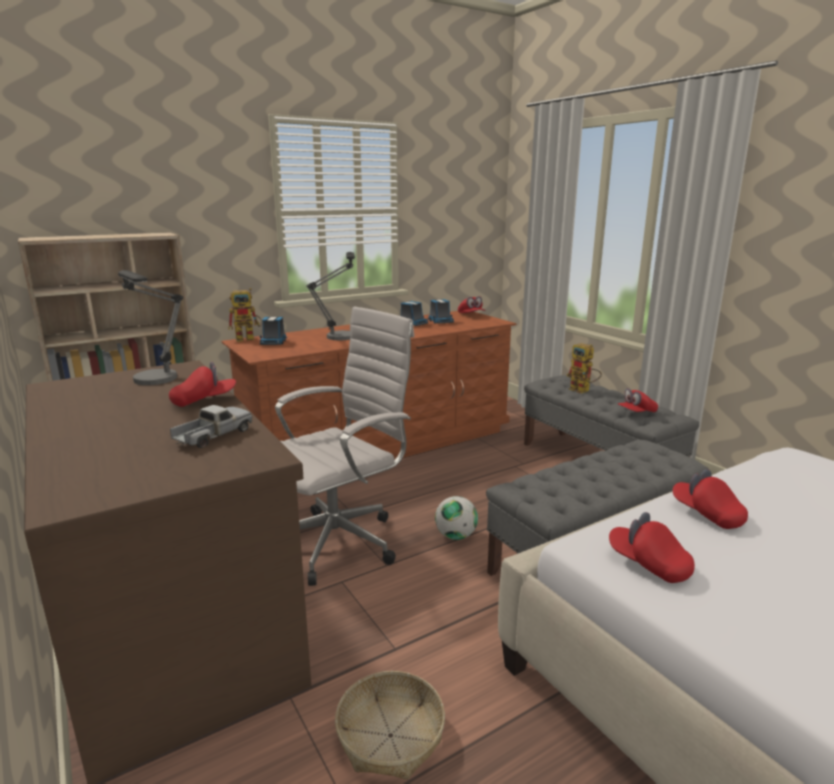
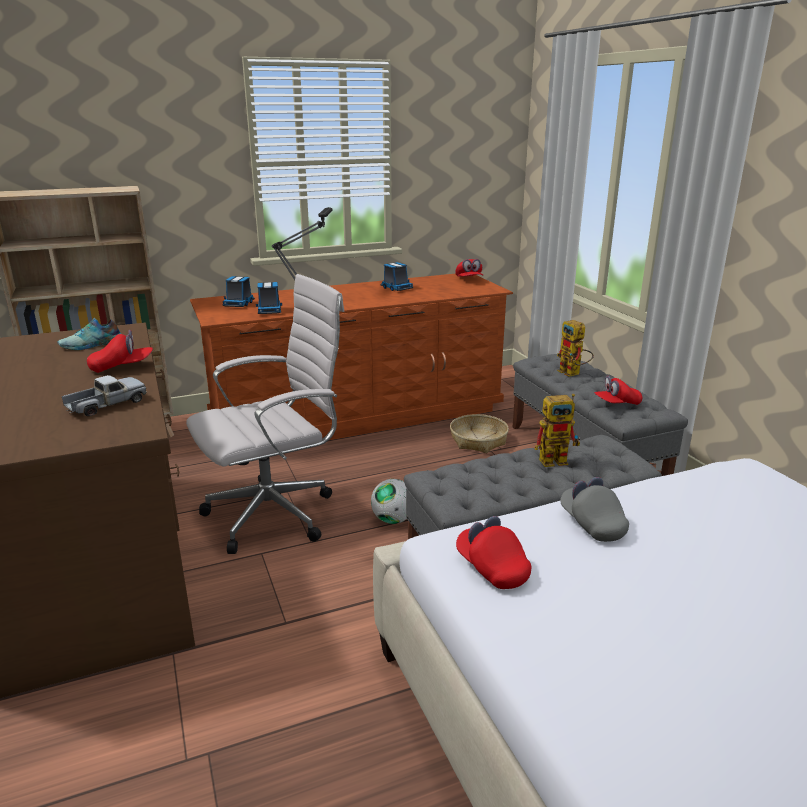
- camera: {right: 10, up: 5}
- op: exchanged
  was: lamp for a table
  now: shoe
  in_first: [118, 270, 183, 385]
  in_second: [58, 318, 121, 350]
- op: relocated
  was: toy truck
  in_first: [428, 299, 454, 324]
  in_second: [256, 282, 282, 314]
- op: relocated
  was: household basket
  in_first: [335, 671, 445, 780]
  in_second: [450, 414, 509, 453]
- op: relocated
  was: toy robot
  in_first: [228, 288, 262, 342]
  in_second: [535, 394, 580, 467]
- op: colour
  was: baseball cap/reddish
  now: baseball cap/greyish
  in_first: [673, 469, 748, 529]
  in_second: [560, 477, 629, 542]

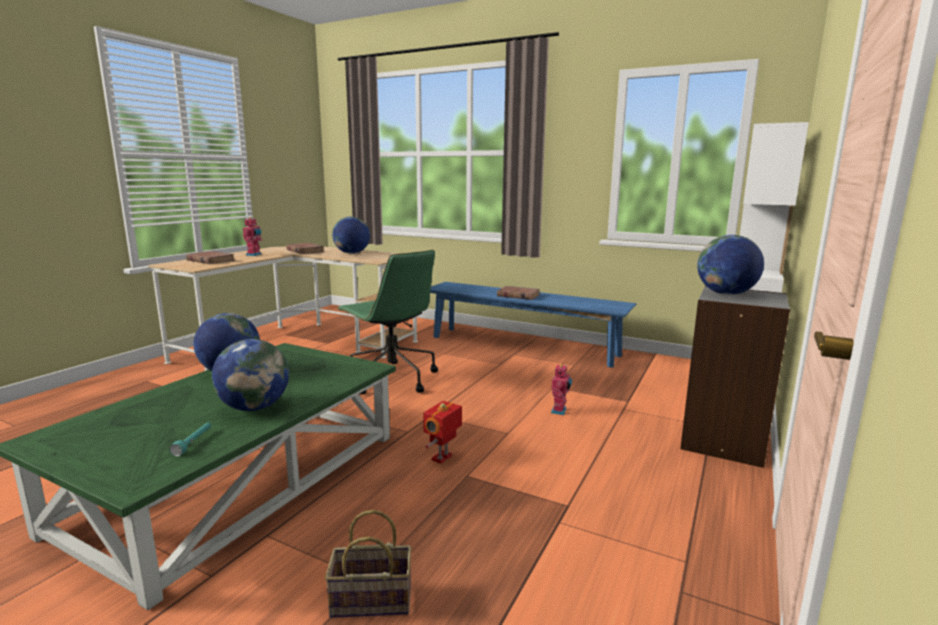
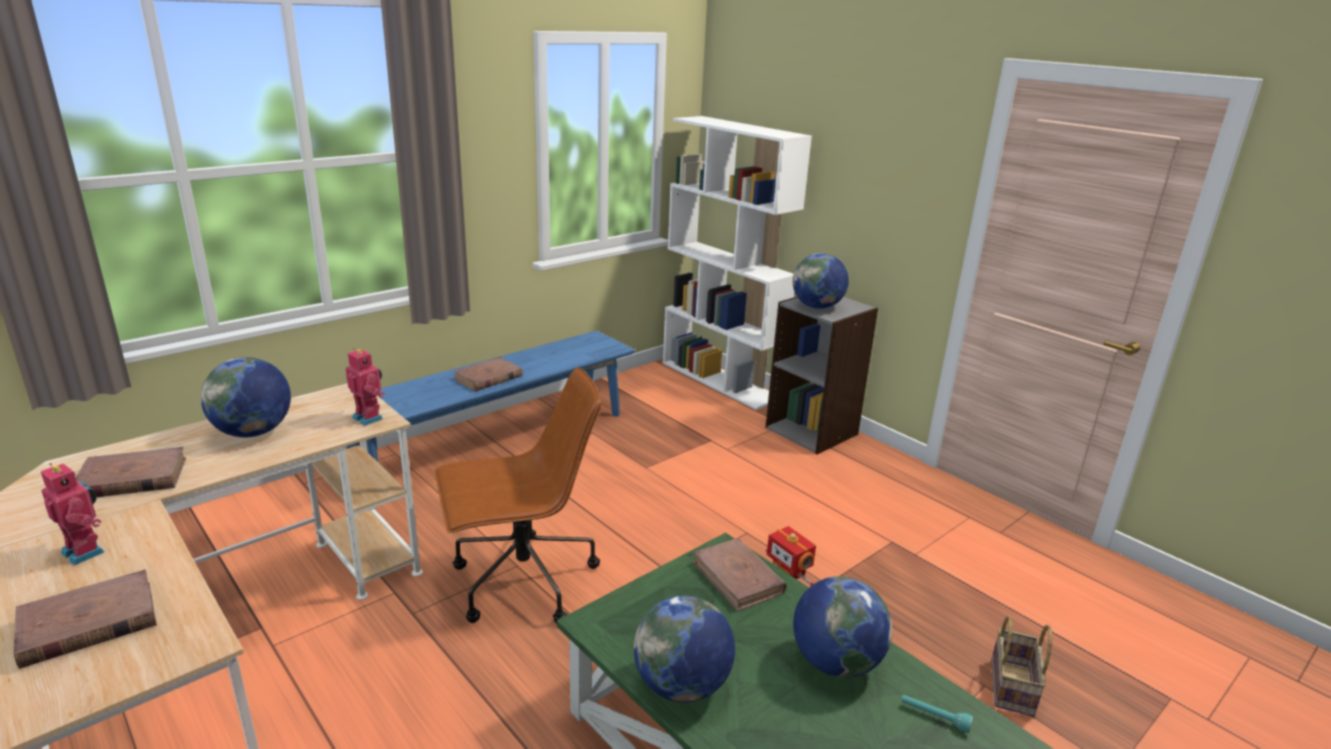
- camera: {right: -70, up: 10}
- op: relocated
  was: toy robot
  in_first: [551, 363, 572, 415]
  in_second: [346, 348, 385, 426]
- op: colour
  was: office chair/green
  now: office chair/brown-coloured
  in_first: [337, 250, 438, 394]
  in_second: [435, 367, 602, 623]
- op: appeared
  now: volume/brown-coloured
  in_second: [693, 538, 787, 611]

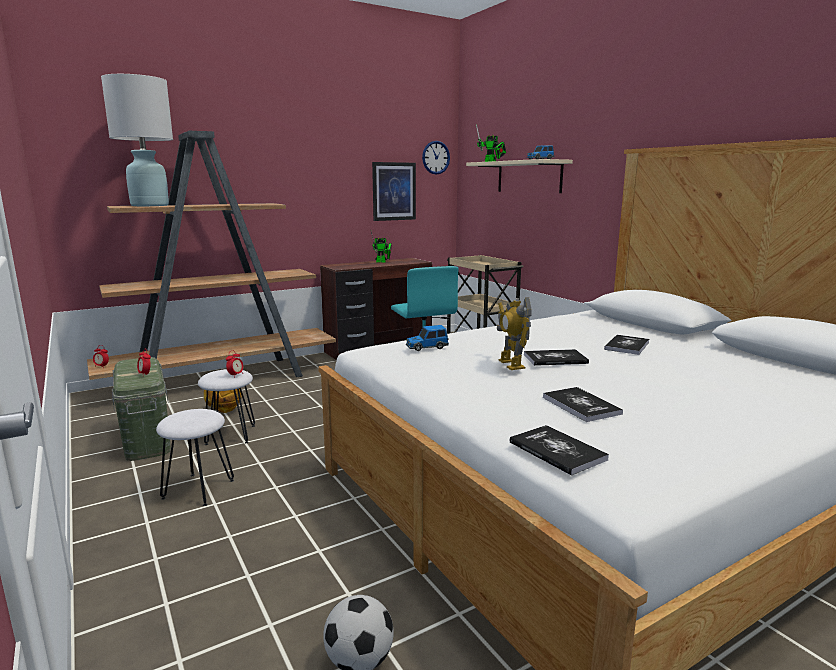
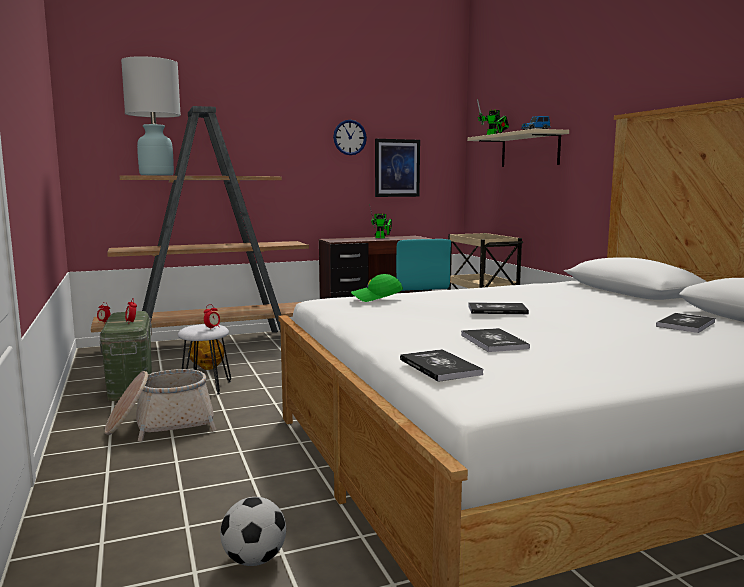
- camera: {right: 10, up: -5}
- op: exchanged
  was: stool/white-coloured
  now: household basket
  in_first: [156, 409, 234, 506]
  in_second: [105, 369, 216, 441]
- op: relocated
  was: wall clock
  in_first: [422, 141, 450, 175]
  in_second: [333, 120, 367, 155]
- op: exchanged
  was: toy car
  now: baseball cap/green
  in_first: [406, 325, 449, 351]
  in_second: [351, 274, 403, 302]
- op: relocated
  was: volume
  in_first: [604, 335, 649, 355]
  in_second: [656, 313, 715, 333]
- op: missing
  was: toy robot
  in_first: [497, 297, 532, 370]

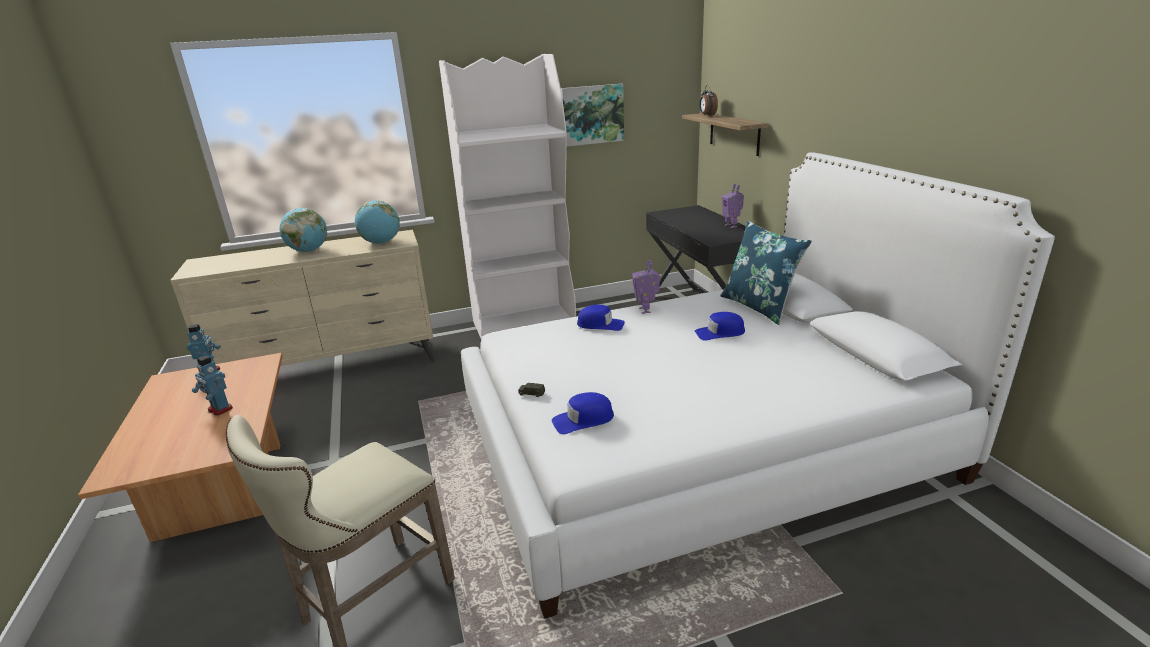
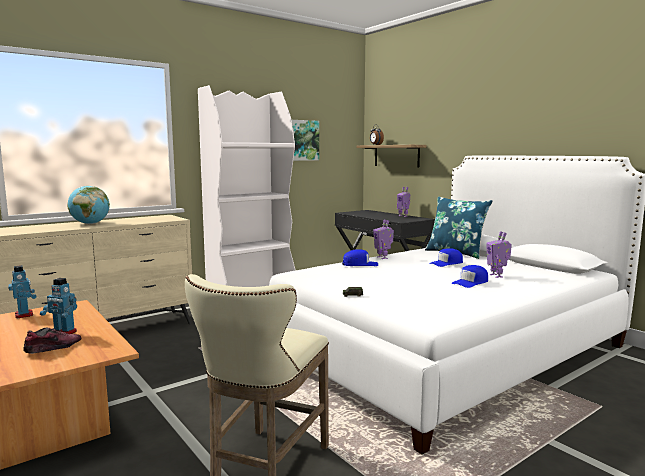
- camera: {right: -20, up: -15}
- op: appeared
  now: shoe
  in_second: [23, 327, 81, 354]
- op: relocated
  was: baseball cap/bluish
  in_first: [552, 392, 614, 434]
  in_second: [451, 265, 488, 288]
- op: appeared
  now: toy robot
  in_second: [486, 231, 512, 278]
- op: missing
  was: desk globe
  in_first: [355, 200, 400, 244]

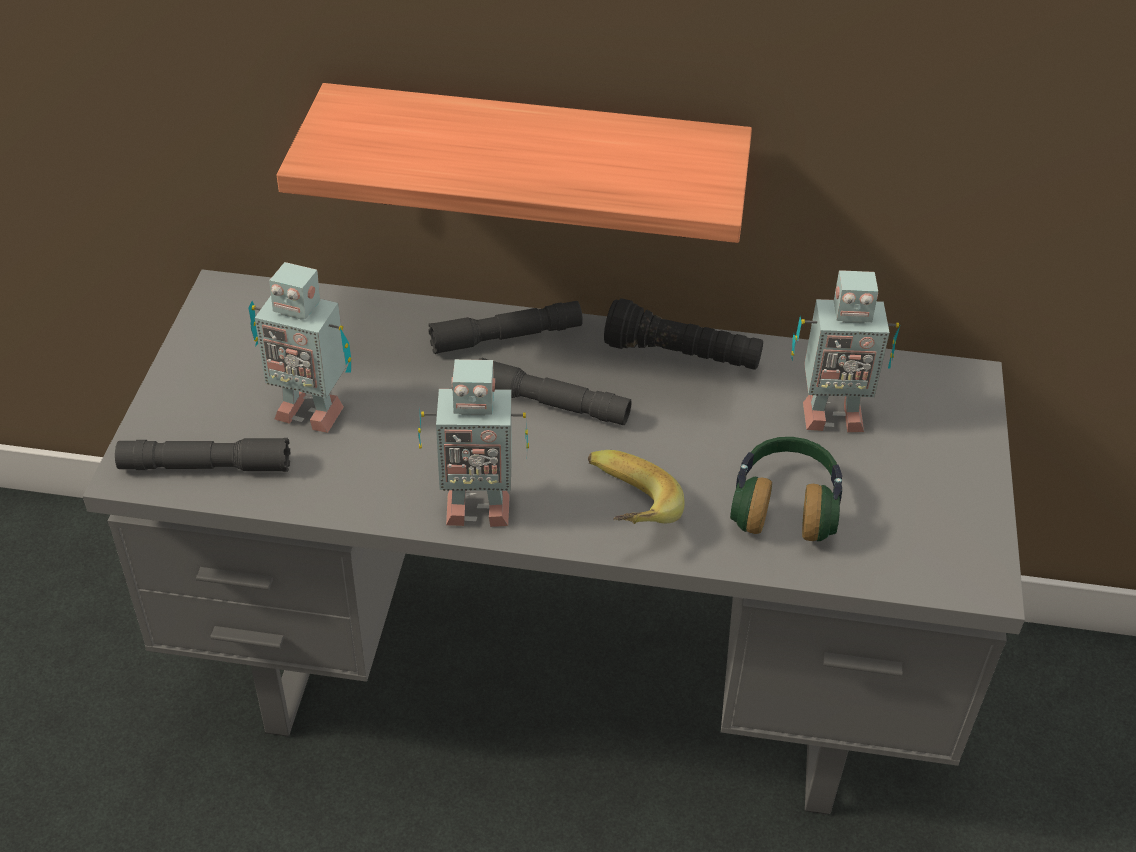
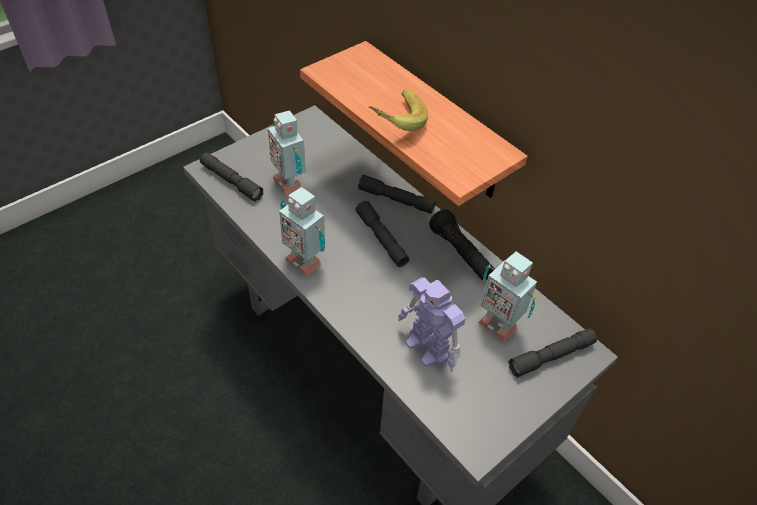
- camera: {right: 40, up: 5}
- op: relocated
  was: banana
  in_first: [588, 450, 685, 524]
  in_second: [368, 90, 428, 131]
- op: exchanged
  was: headset
  now: toy robot
  in_first: [730, 437, 842, 541]
  in_second: [398, 277, 465, 372]
- op: appeared
  now: hand torch/greyish
  in_second: [508, 328, 597, 378]

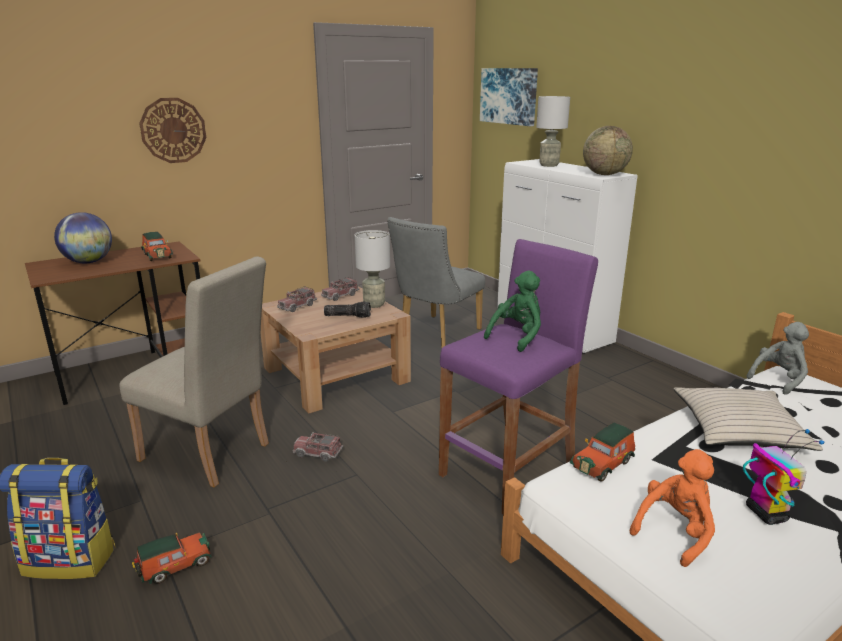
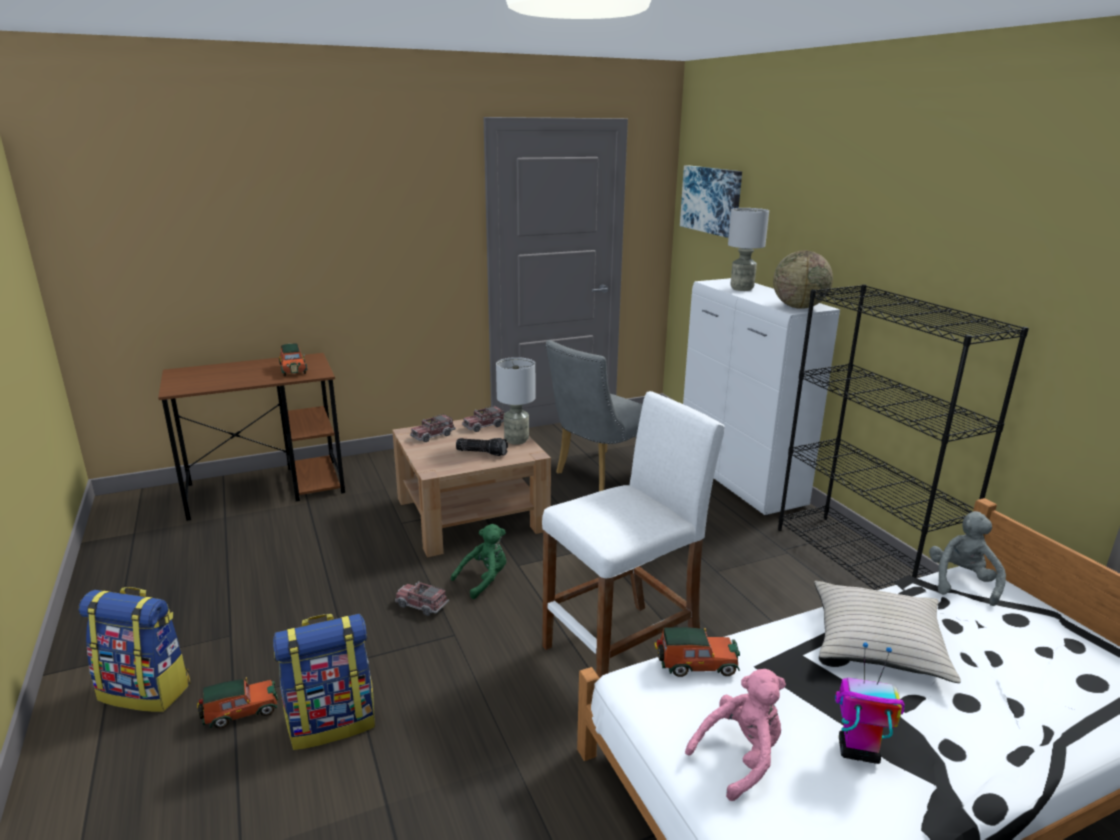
- camera: {right: 10, up: 0}
- op: appeared
  now: backpack
  in_second: [273, 614, 375, 750]
- op: relocated
  was: plush toy/green
  in_first: [484, 270, 541, 352]
  in_second: [451, 524, 506, 599]
- op: colour
  was: stool/purple
  now: stool/white-coloured
  in_first: [439, 239, 598, 514]
  in_second: [542, 391, 725, 679]
- op: spun
  was: toy car
  in_first: [570, 422, 635, 482]
  in_second: [654, 627, 740, 677]
  clockwise: -150
- op: colour
  was: plush toy/orange
  now: plush toy/pink
  in_first: [630, 449, 715, 567]
  in_second: [685, 669, 786, 801]
- op: appeared
  now: bookshelf/blackish
  in_second: [778, 284, 1029, 590]
- op: spun
  was: toy robot
  in_first: [743, 429, 824, 525]
  in_second: [835, 642, 905, 764]
  clockwise: -75
- op: spun
  was: plush toy/greyish
  in_first: [746, 322, 809, 395]
  in_second: [929, 511, 1006, 606]
  clockwise: -45
- op: missing
  was: desk globe
  in_first: [54, 212, 112, 263]
- op: missing
  was: chair/beige-coloured
  in_first: [120, 256, 269, 487]
- op: missing
  was: wall clock
  in_first: [139, 98, 206, 163]

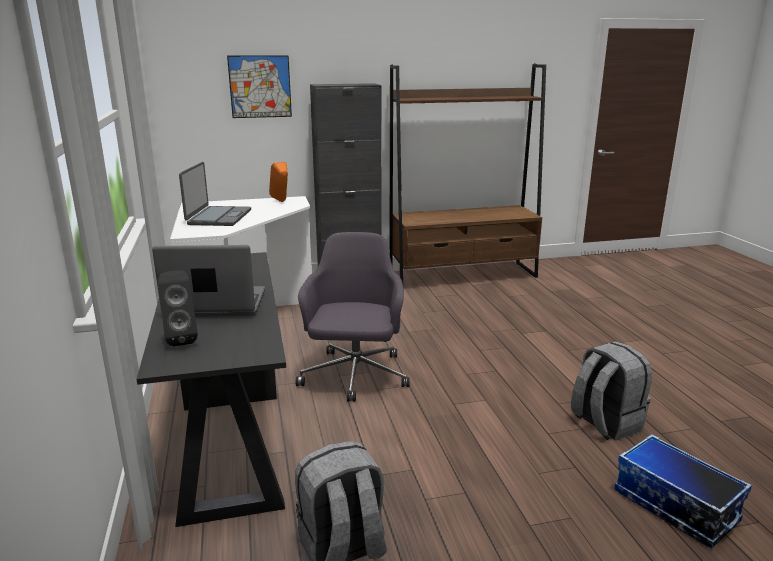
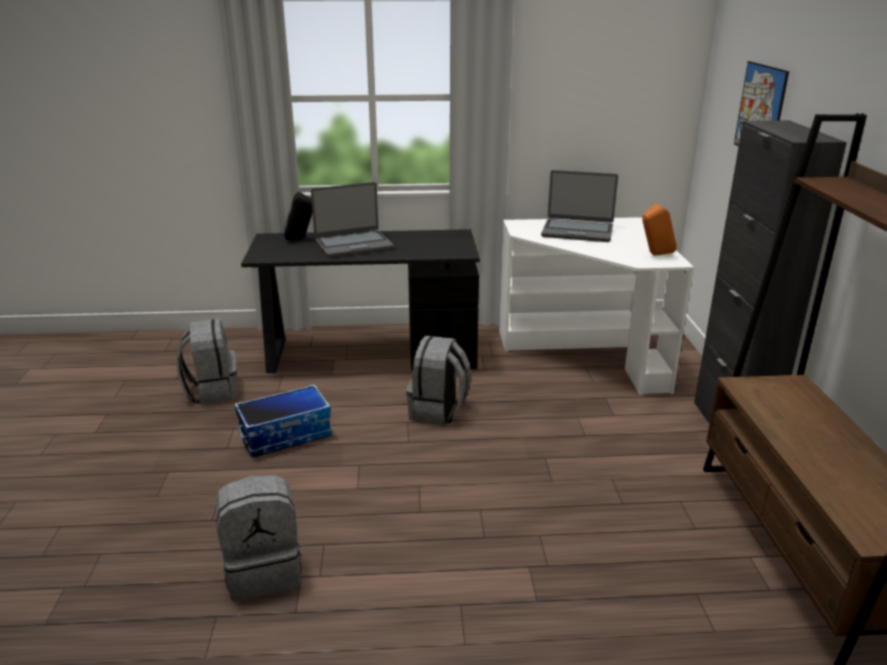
- camera: {right: 100, up: 5}
- op: relocated
  was: storage box
  in_first: [614, 434, 752, 549]
  in_second: [234, 384, 332, 457]
- op: spun
  was: laptop
  in_first: [152, 245, 265, 317]
  in_second: [311, 182, 394, 258]
  clockwise: 60
- op: exchanged
  was: office chair/greyish
  now: backpack/greyish
  in_first: [296, 232, 410, 402]
  in_second: [406, 336, 471, 425]

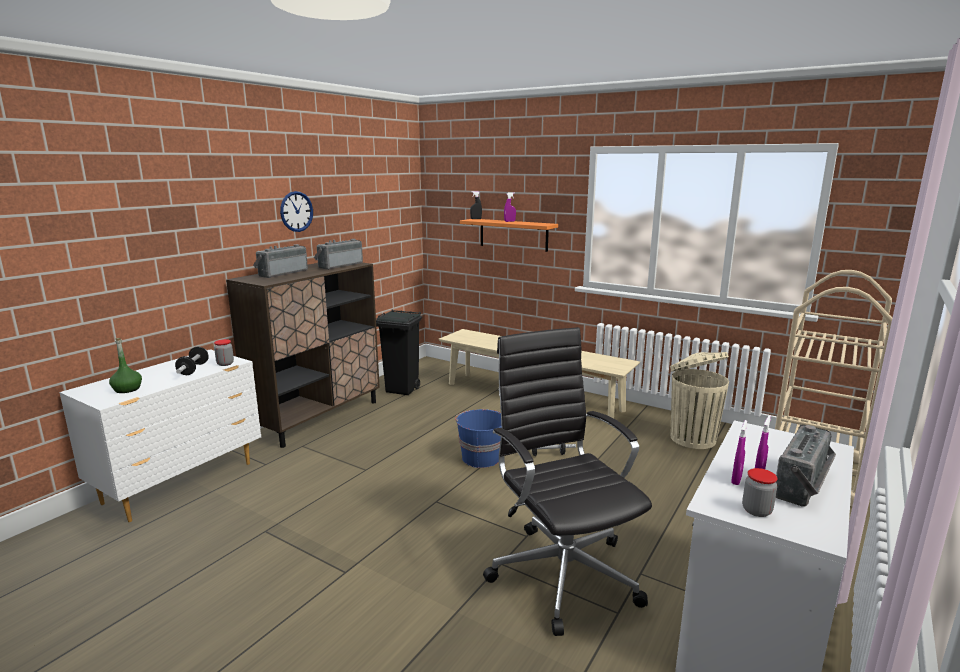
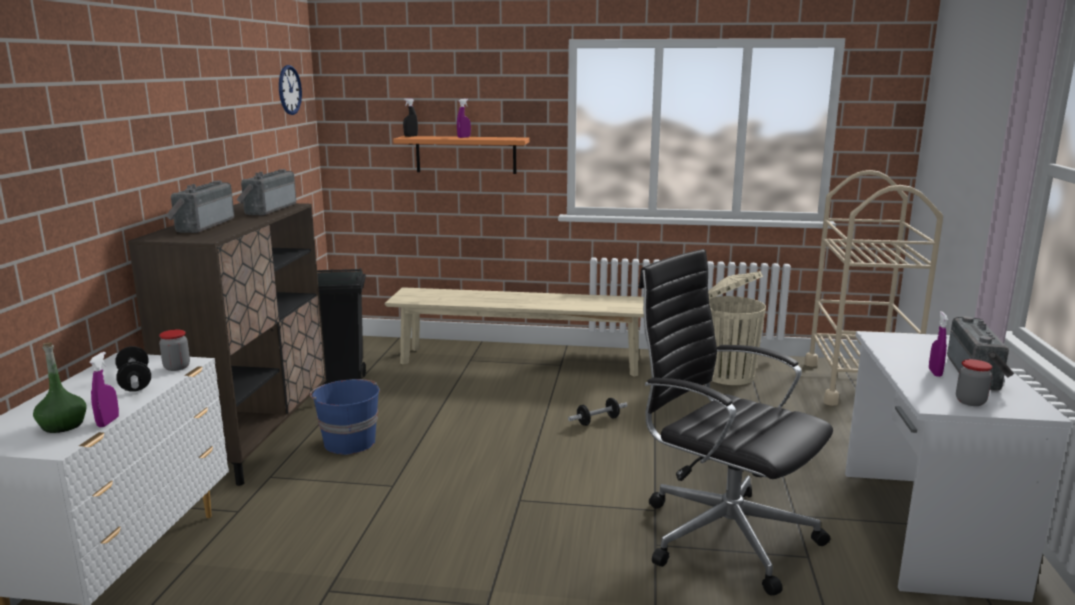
- camera: {right: -25, up: 0}
- op: relocated
  was: sprayer/purple
  in_first: [731, 420, 747, 485]
  in_second: [89, 352, 119, 427]
- op: relocated
  was: wall clock
  in_first: [280, 191, 313, 232]
  in_second: [279, 65, 302, 115]
- op: relocated
  was: pail/bluish
  in_first: [455, 409, 501, 468]
  in_second: [310, 379, 379, 455]

